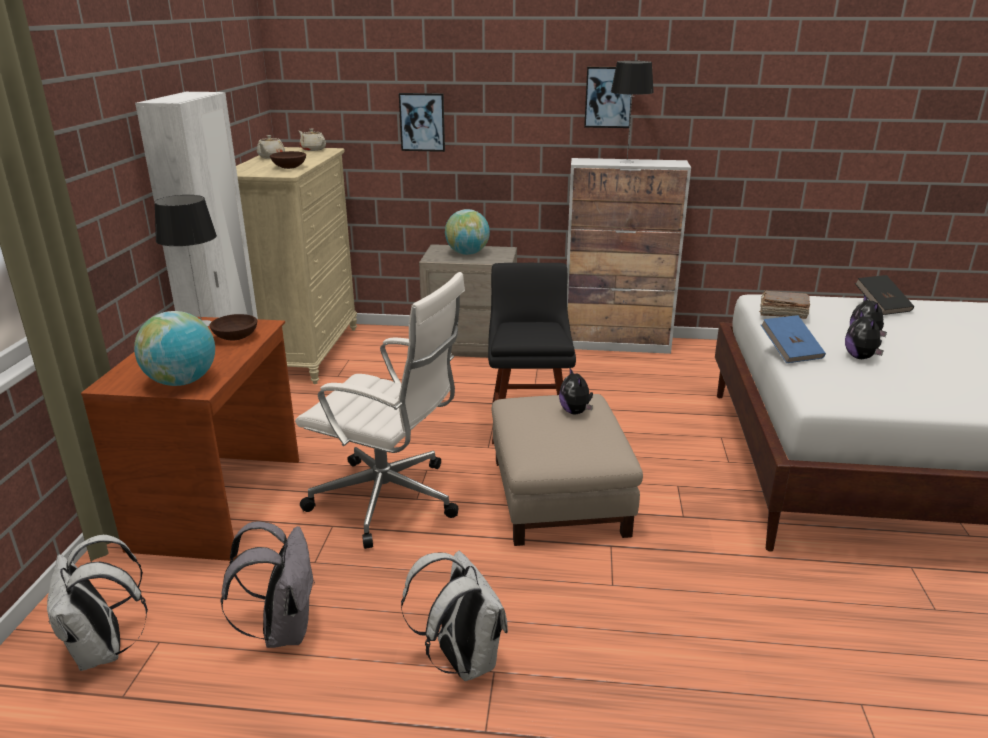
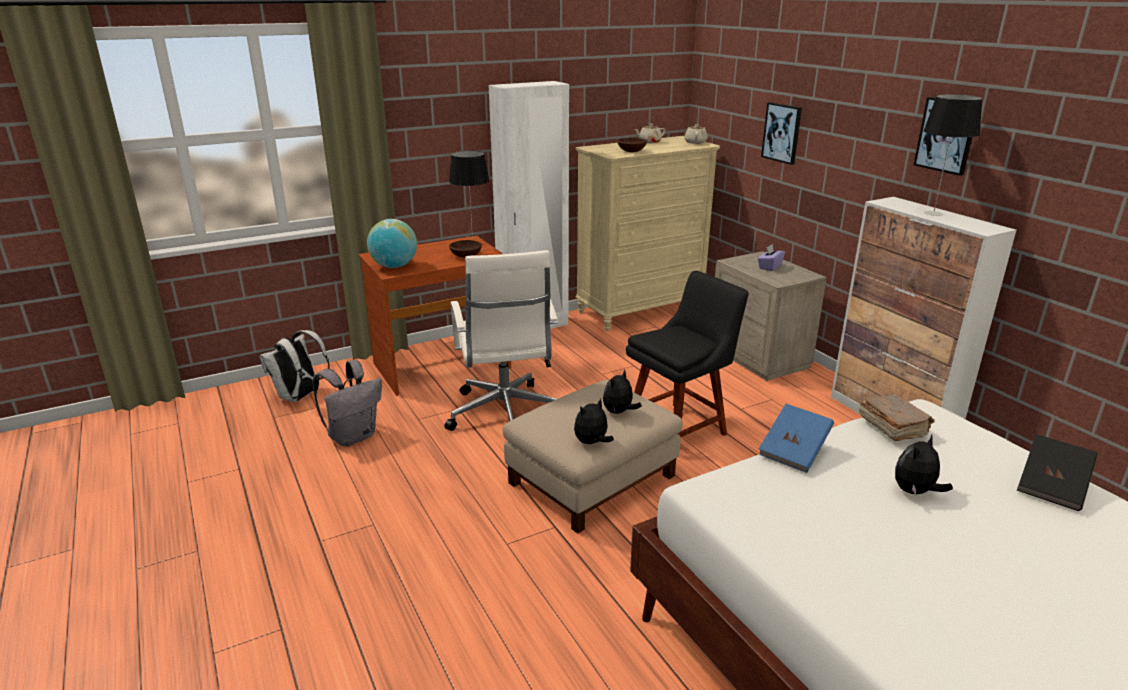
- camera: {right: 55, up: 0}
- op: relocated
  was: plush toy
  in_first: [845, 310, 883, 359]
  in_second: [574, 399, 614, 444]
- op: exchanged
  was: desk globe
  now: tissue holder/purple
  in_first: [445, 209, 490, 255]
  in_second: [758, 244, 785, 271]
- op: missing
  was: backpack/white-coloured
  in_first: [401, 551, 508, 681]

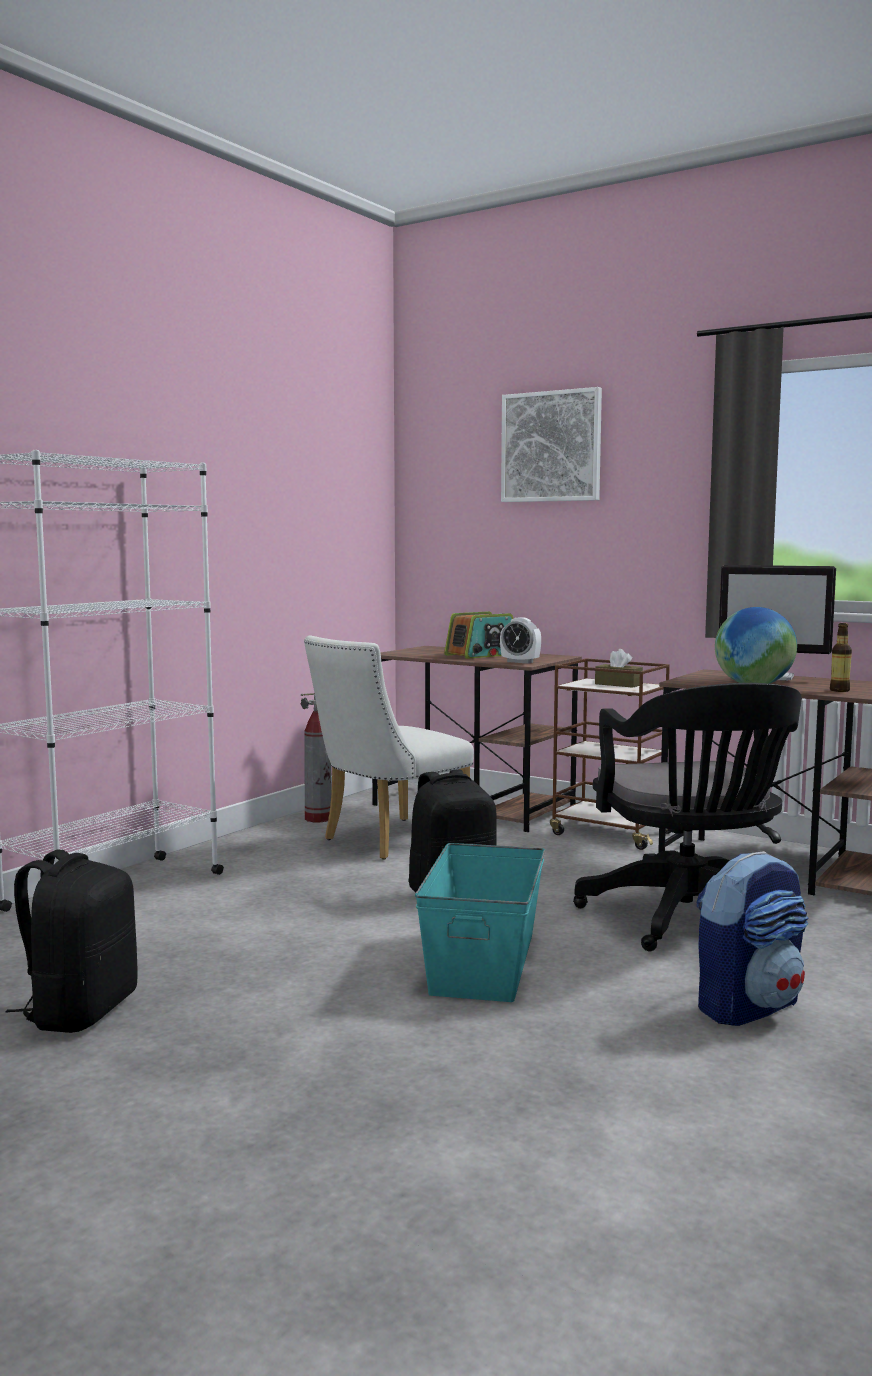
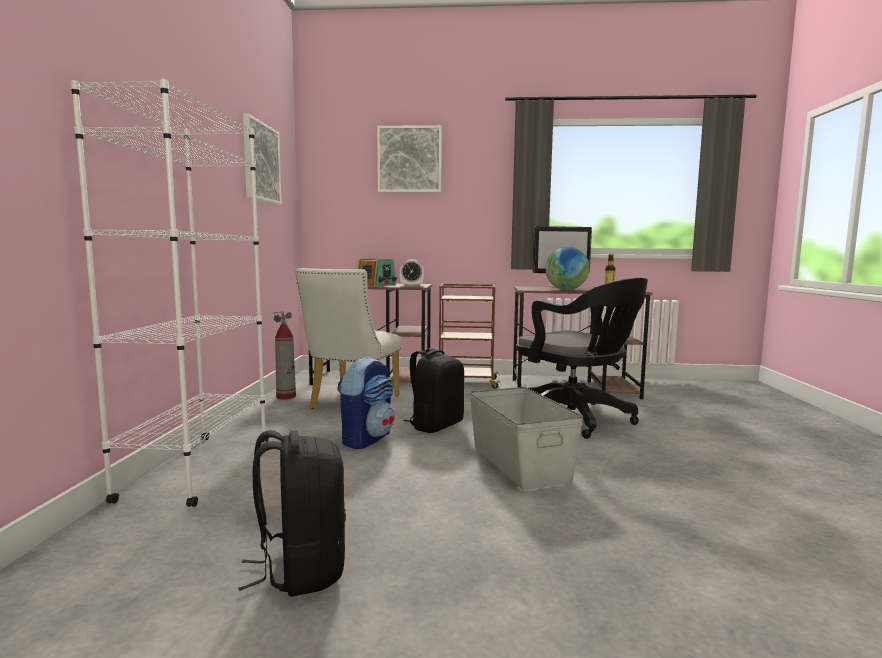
- camera: {right: -30, up: 0}
- op: appeared
  now: wall picture
  in_second: [243, 114, 282, 205]
- op: relocated
  was: backpack
  in_first: [697, 851, 808, 1026]
  in_second: [338, 357, 394, 449]
- op: colour
  was: storage box/turquoise-coloured
  now: storage box/greyish
  in_first: [415, 843, 545, 1002]
  in_second: [469, 387, 583, 490]
- op: missing
  was: tissue holder/brown-coloured
  in_first: [595, 649, 643, 688]

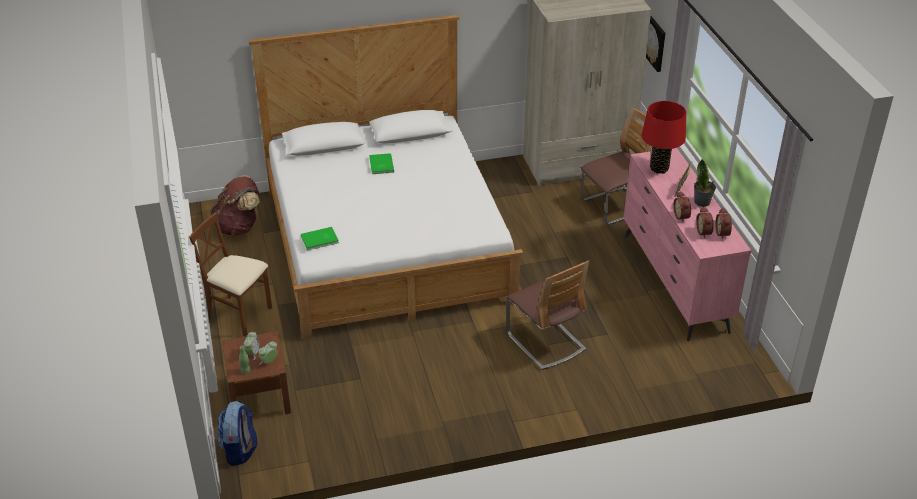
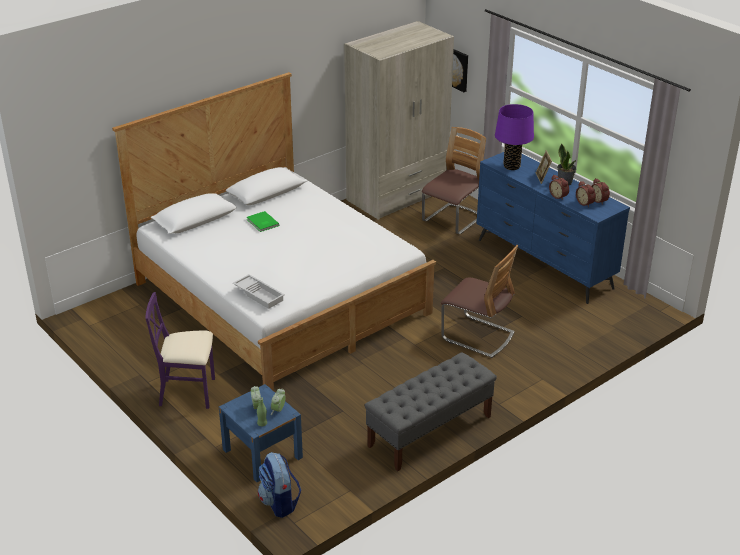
- camera: {right: -25, up: -5}
- op: colour
  was: chair/brown-coloured
  now: chair/purple
  in_first: [189, 212, 272, 337]
  in_second: [145, 292, 215, 409]
- op: colour
  was: bedside table/brown-coloured
  now: bedside table/bluish
  in_first: [222, 331, 291, 414]
  in_second: [219, 384, 303, 482]
- op: exchanged
  was: volume/green
  now: serving tray/white-coloured
  in_first: [301, 227, 339, 250]
  in_second: [233, 274, 285, 309]
- op: appeared
  now: indoor bench/greyish
  in_second: [364, 352, 497, 471]
- op: colour
  was: chest of drawers/pink
  now: chest of drawers/bluish
  in_first: [623, 148, 751, 341]
  in_second: [477, 152, 630, 304]
- op: colour
  was: lamp for a table/reddish
  now: lamp for a table/purple
  in_first: [641, 101, 686, 174]
  in_second: [495, 104, 534, 170]
- op: missing
  was: backpack/brown-coloured
  in_first: [210, 175, 260, 236]

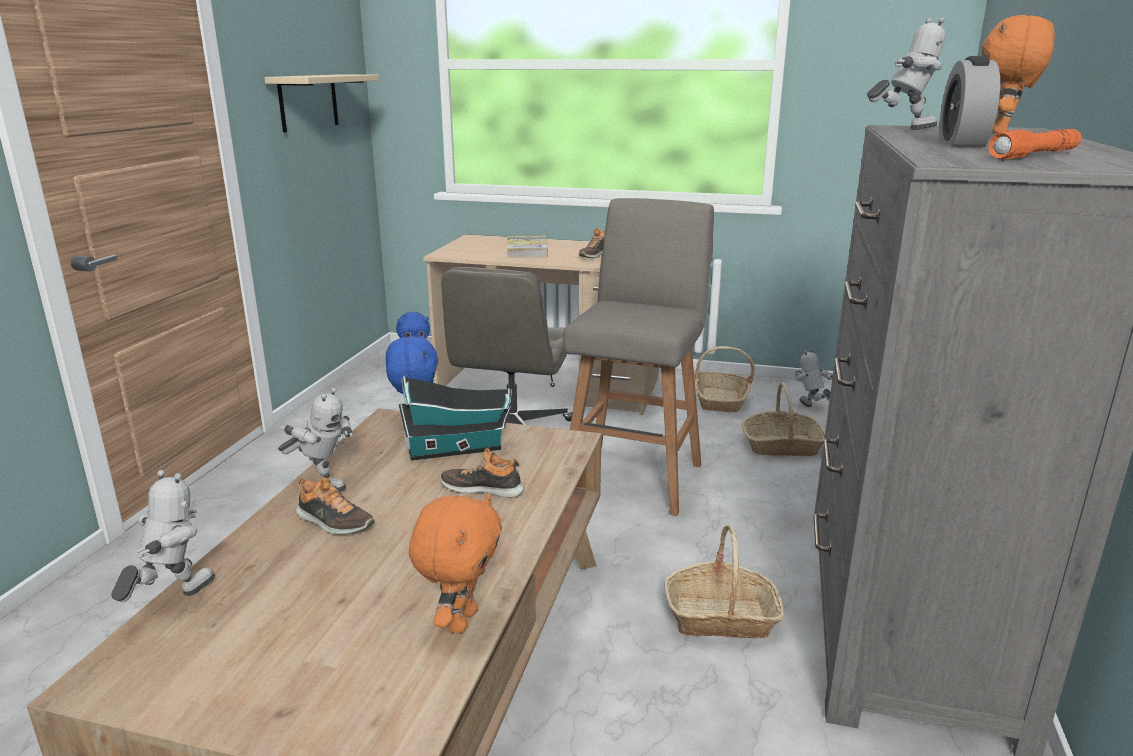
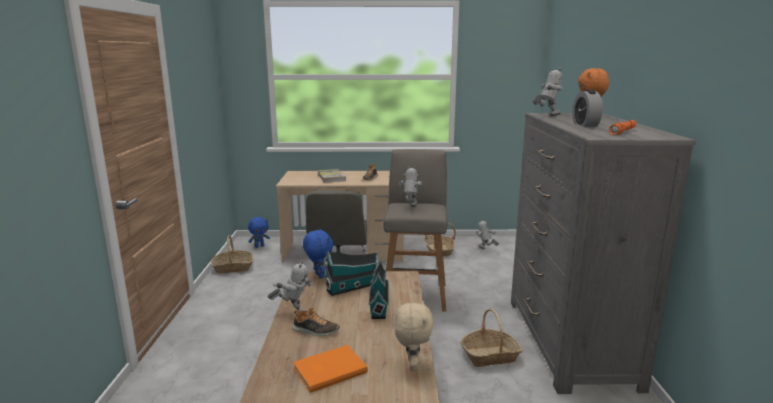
- camera: {right: -15, up: -5}
- op: relocated
  was: household basket
  in_first: [741, 382, 825, 456]
  in_second: [211, 235, 254, 273]
- op: appeared
  now: volume/orange
  in_second: [293, 345, 368, 393]
- op: exchanged
  was: shoe
  now: miniature house
  in_first: [440, 448, 525, 498]
  in_second: [369, 261, 389, 319]
- op: colour
  was: plush toy/orange
  now: plush toy/beige-coloured
  in_first: [409, 493, 502, 634]
  in_second: [395, 300, 434, 371]
- op: relocated
  was: toy robot
  in_first: [111, 470, 215, 602]
  in_second: [399, 166, 422, 207]
- op: missing
  was: wall shelf/beige-coloured
  in_first: [264, 74, 379, 133]

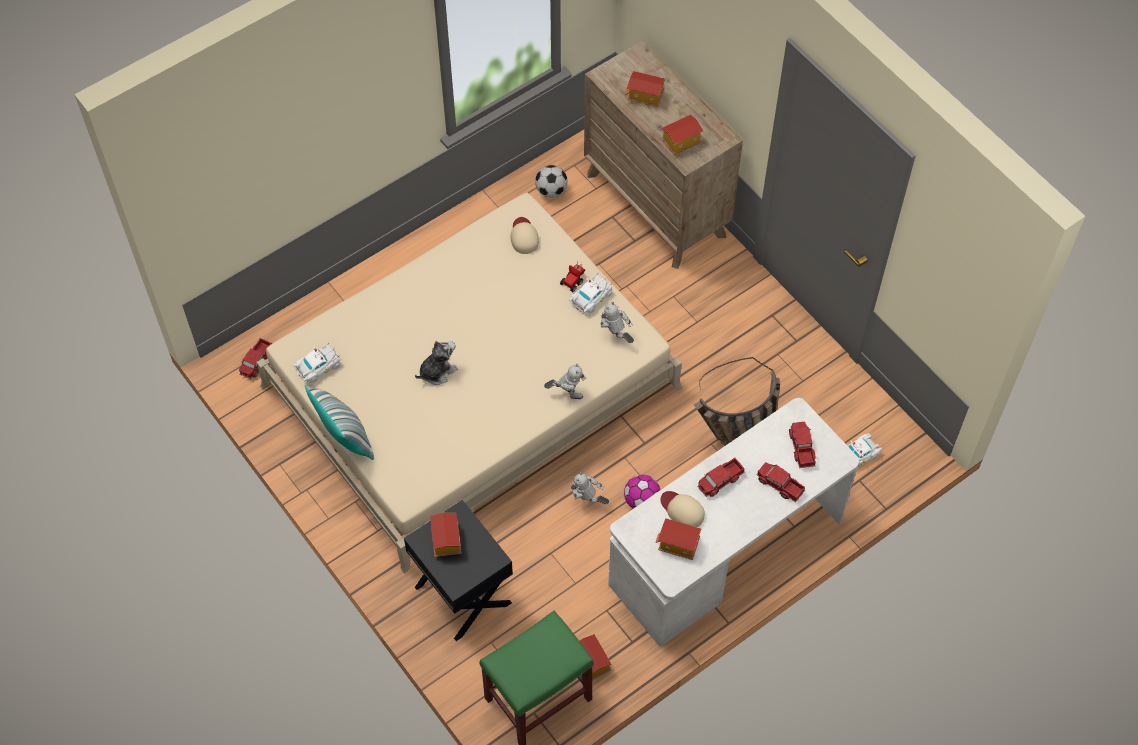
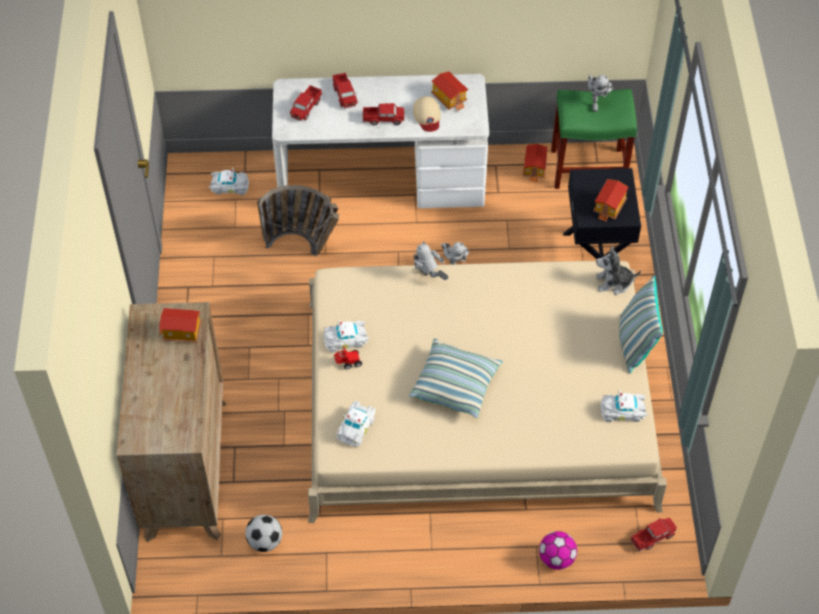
- camera: {right: -145, up: -5}
- op: exchanged
  was: baseball cap/beige-coloured
  now: toy car/white-coloured
  in_first: [510, 217, 539, 254]
  in_second: [336, 400, 376, 446]
- op: appeared
  now: pillow
  in_second: [409, 338, 503, 418]
- op: relocated
  was: ball for football
  in_first: [624, 475, 660, 509]
  in_second: [539, 531, 577, 570]
- op: relocated
  was: toy robot
  in_first: [600, 302, 634, 343]
  in_second: [587, 74, 613, 112]
- op: relocated
  was: plush toy
  in_first: [415, 341, 458, 385]
  in_second: [596, 246, 641, 295]
- op: missing
  was: miniature house
  in_first: [625, 71, 665, 107]

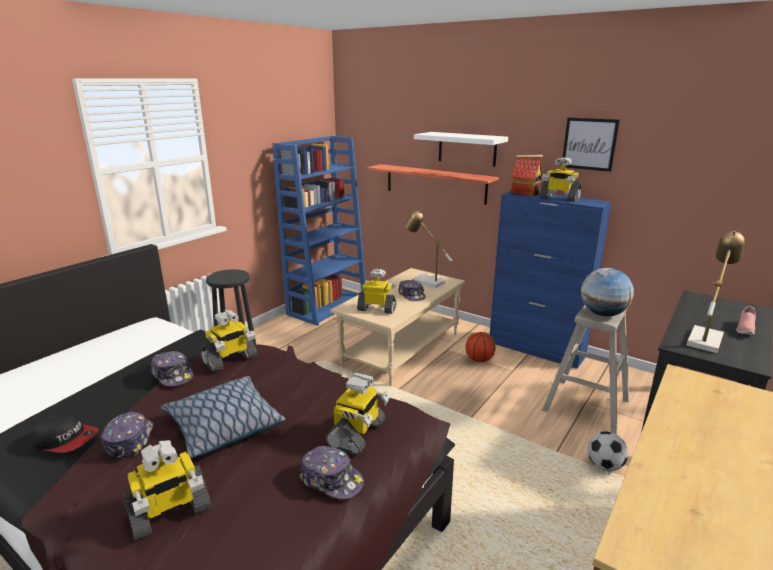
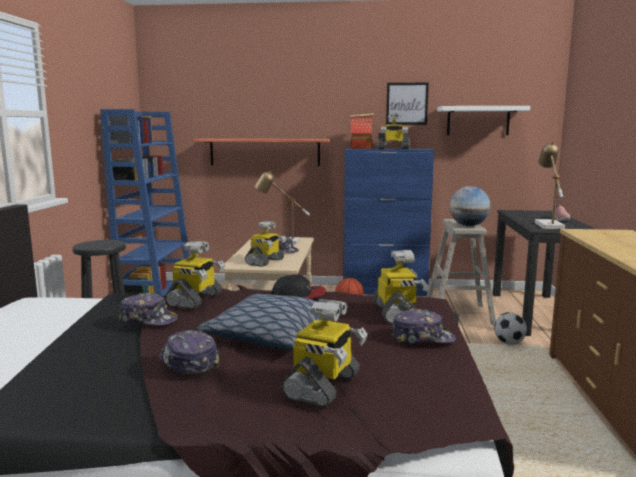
- camera: {right: -30, up: -10}
- op: spun
  was: toy robot
  in_first: [357, 269, 396, 314]
  in_second: [245, 221, 286, 267]
  clockwise: 135
- op: relocated
  was: baseball cap
  in_first: [32, 412, 98, 453]
  in_second: [271, 274, 326, 299]
- op: relocated
  was: wall shelf/white-coloured
  in_first: [414, 132, 508, 167]
  in_second: [438, 106, 530, 135]

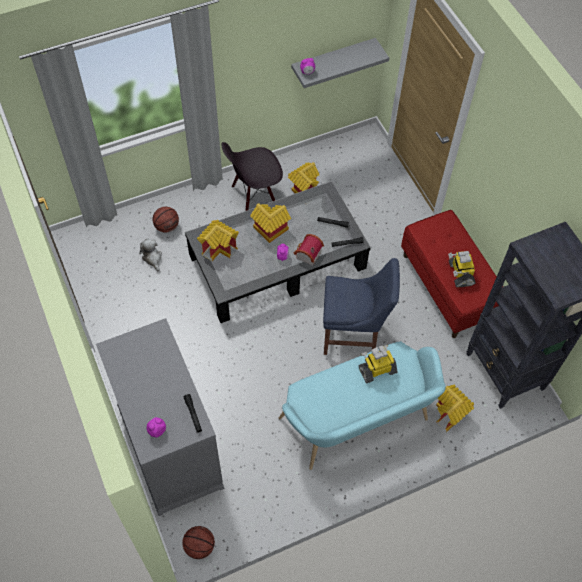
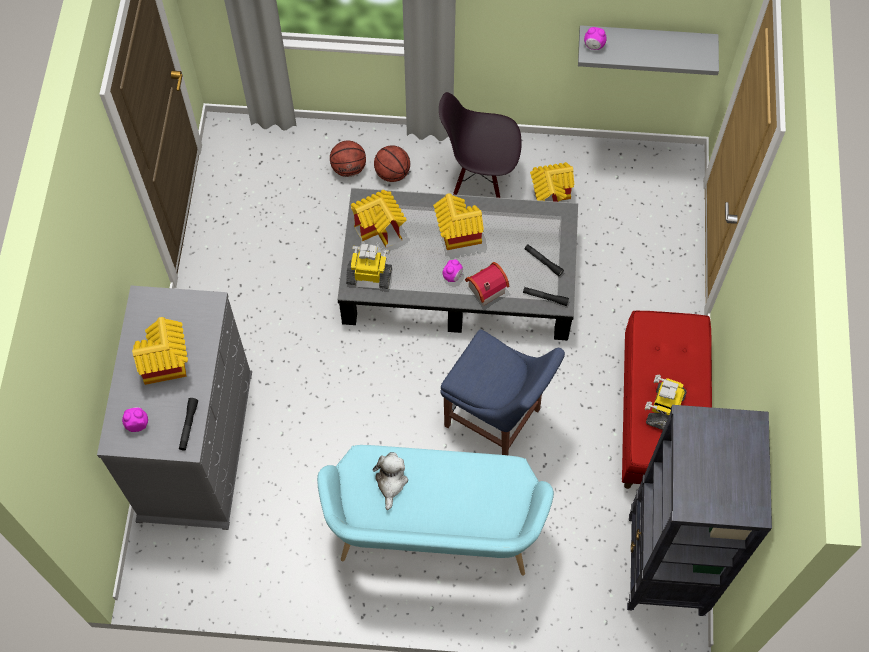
- camera: {right: 30, up: 5}
- op: relocated
  was: miniature house
  in_first: [436, 385, 474, 432]
  in_second: [132, 317, 188, 385]
- op: relocated
  was: toy robot
  in_first: [359, 345, 397, 383]
  in_second: [346, 244, 392, 289]
- op: relocated
  was: plush toy
  in_first: [139, 239, 162, 272]
  in_second: [372, 452, 408, 510]
- op: relocated
  was: ball for basketball
  in_first: [182, 526, 215, 559]
  in_second: [374, 146, 410, 182]

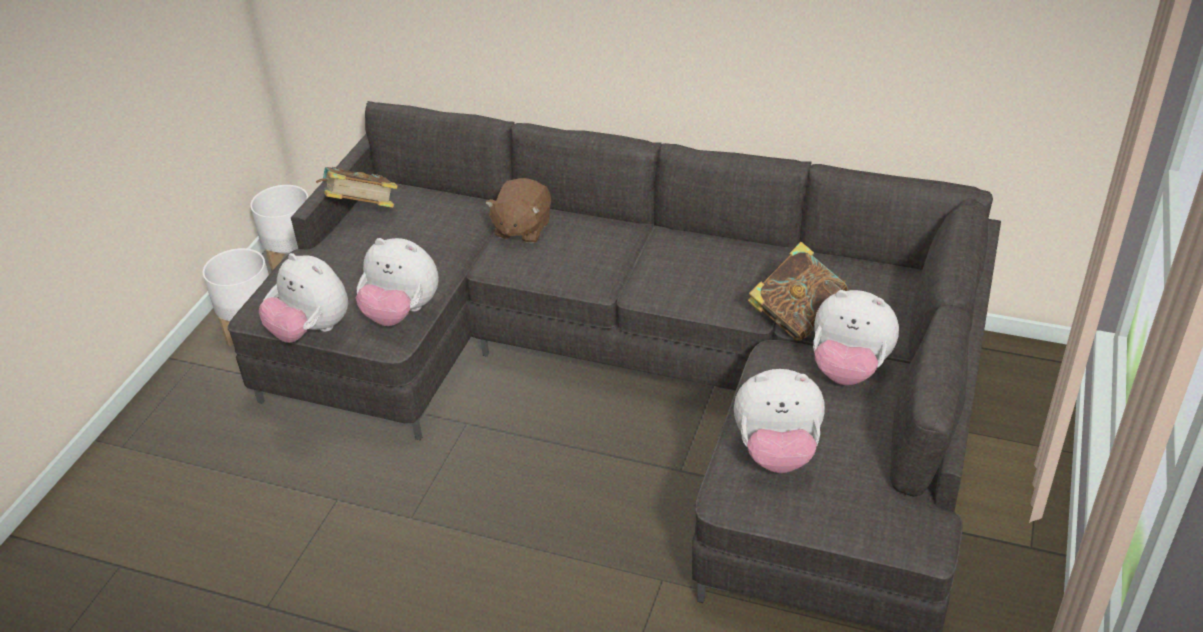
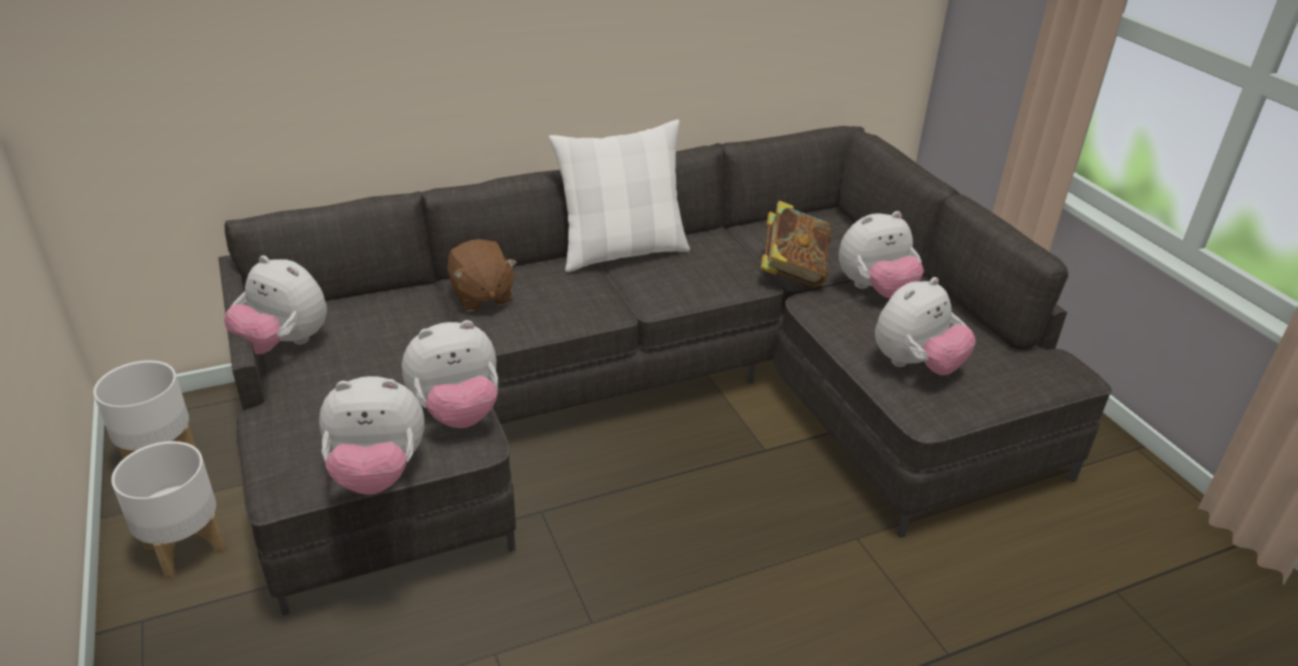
- camera: {right: -45, up: -5}
- op: exchanged
  was: volume
  now: plush toy
  in_first: [316, 167, 398, 208]
  in_second: [224, 255, 327, 354]
- op: appeared
  now: pillow/white-coloured
  in_second: [549, 120, 690, 272]

